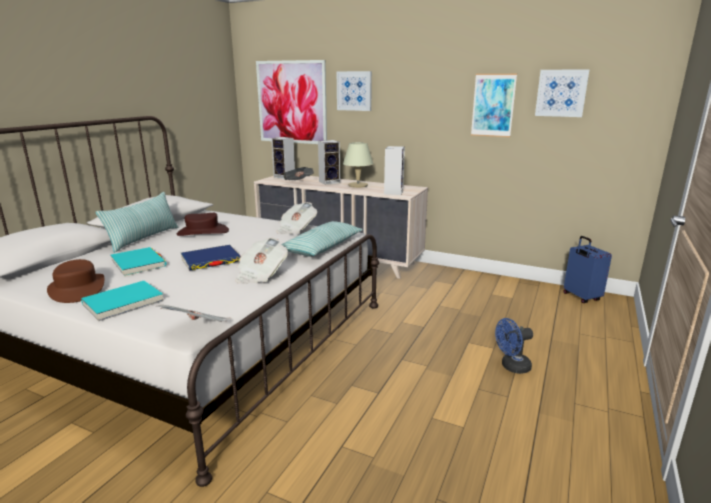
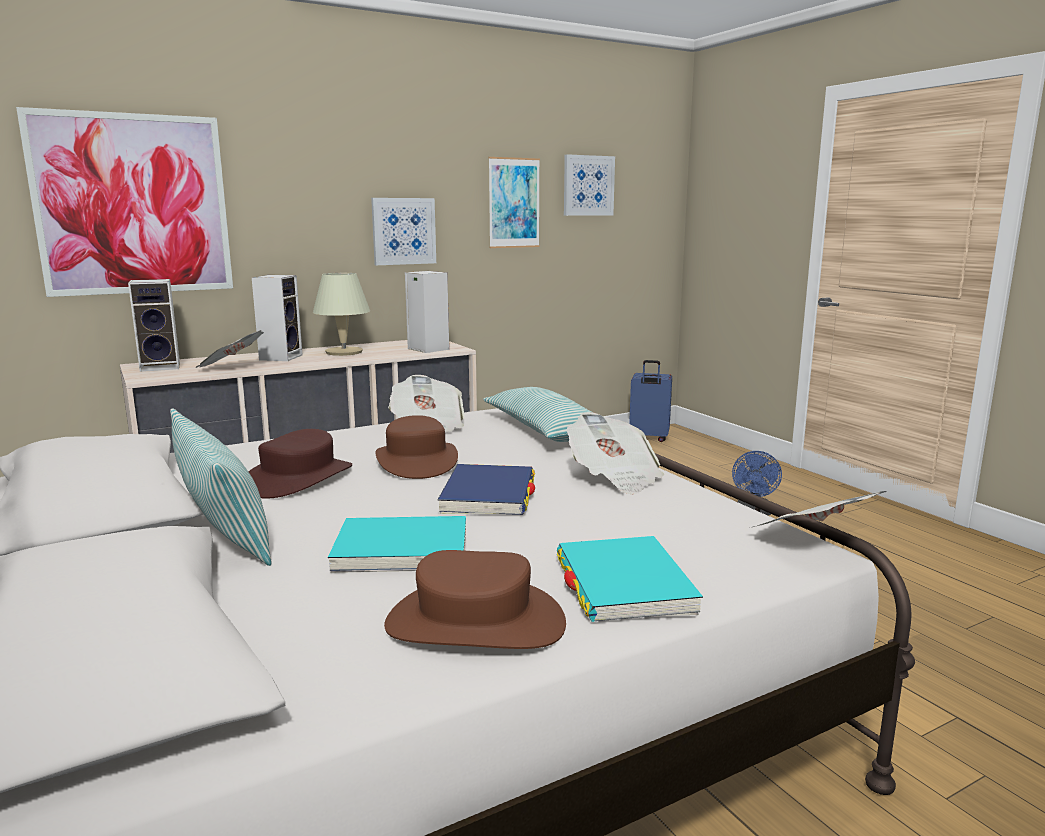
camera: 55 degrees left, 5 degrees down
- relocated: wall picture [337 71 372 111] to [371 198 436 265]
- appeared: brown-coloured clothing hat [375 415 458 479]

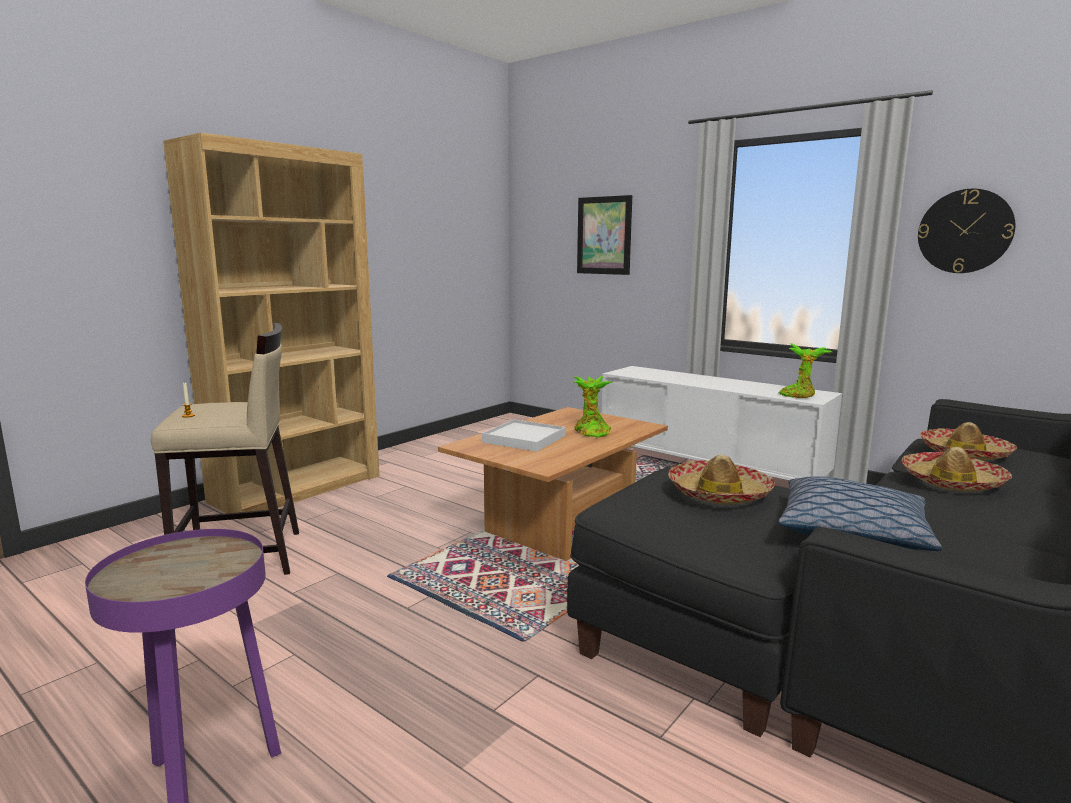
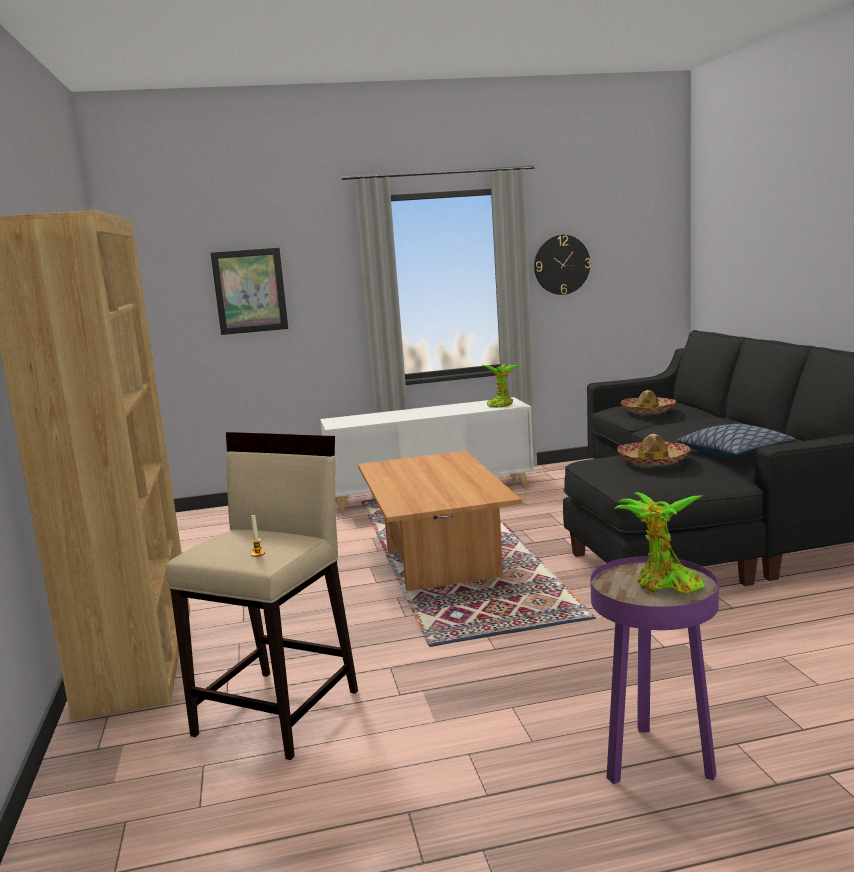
camera: 50 degrees left, 0 degrees up
- relocated: potted plant [573 376 613 438] to [615 492 704 594]
- missing: white carrying tray [482 420 566 452]
- missing: clothing hat [902 447 1012 492]

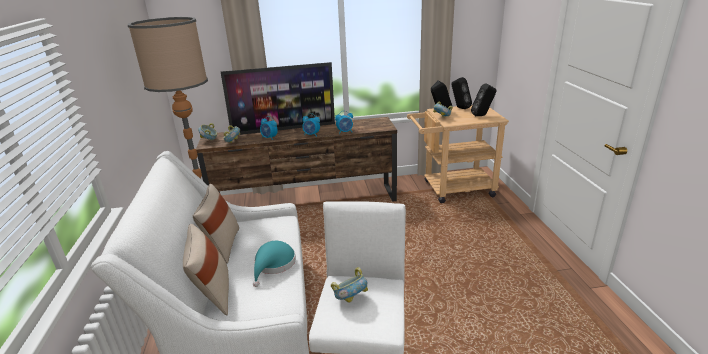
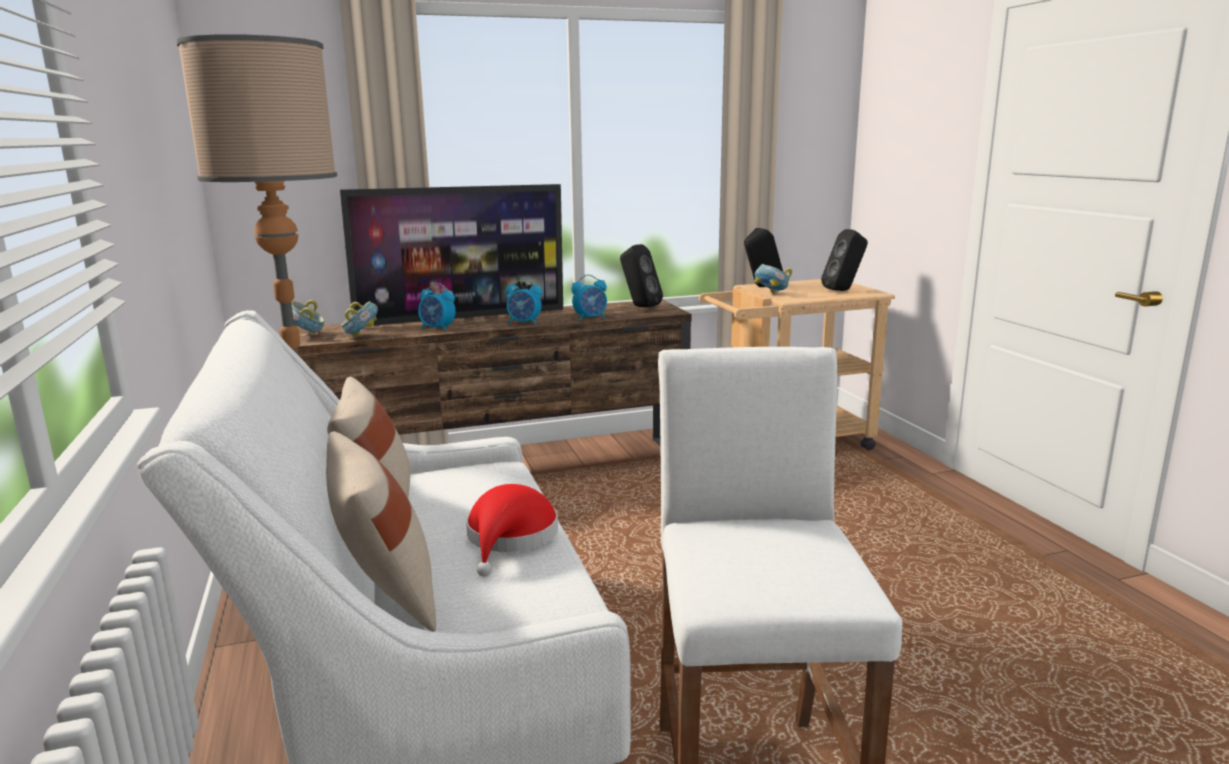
camera: 10 degrees left, 10 degrees down
- colour: turquoise-coloured clothing hat [253 241 296 287] to red clothing hat [466 484 558 577]
- relocated: black audio speaker [451 77 472 109] to [620 244 663 307]
- missing: bowl [331 267 368 303]

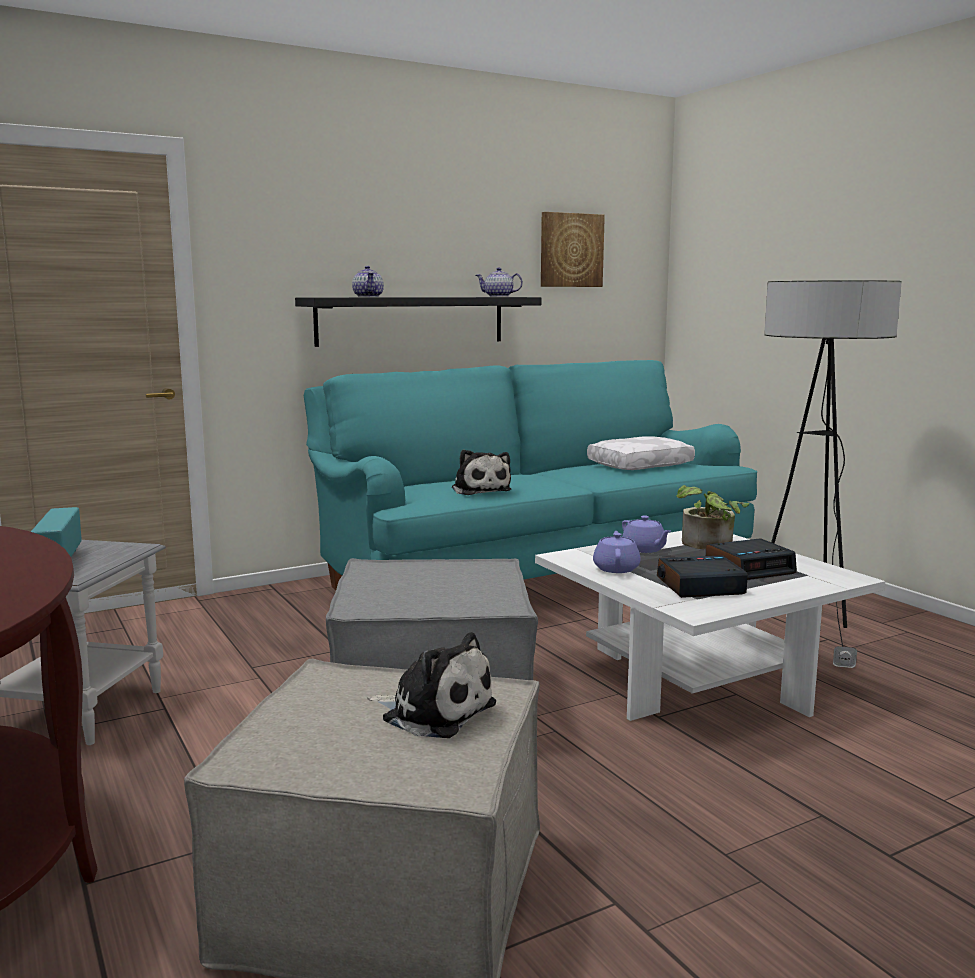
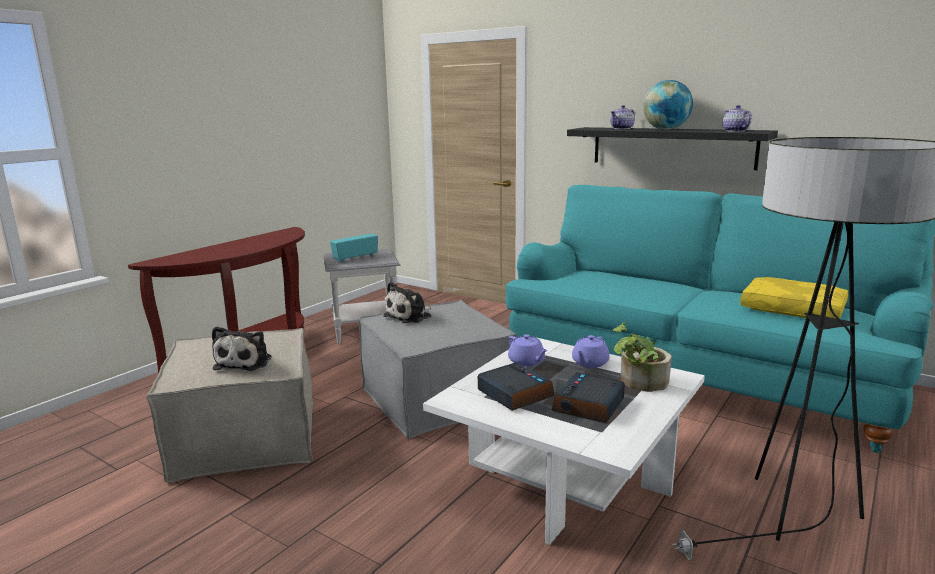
camera: 65 degrees right, 5 degrees up
- relocated: plush toy [452 449 511 495] to [383 282 431 323]
- spun: purplish pot for tea [593 531 641 573] = [508 334 548 367] 75 degrees clockwise
- spun: alarm clock [706 539 797 580] = [552 372 625 423] 75 degrees clockwise
- appeared: globe [643 80 693 130]
- colour: white throw pillow [587 436 695 470] to yellow throw pillow [740 277 848 319]
- missing: wall picture [541 212 605 287]

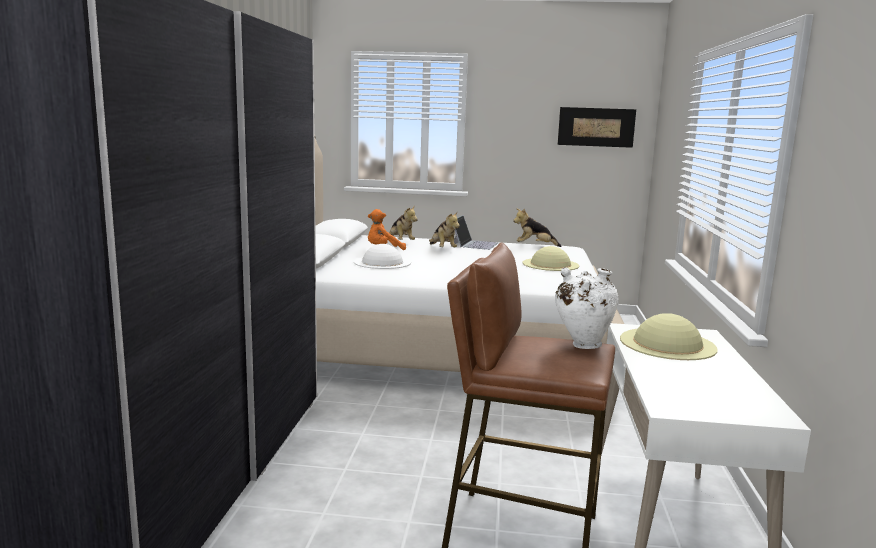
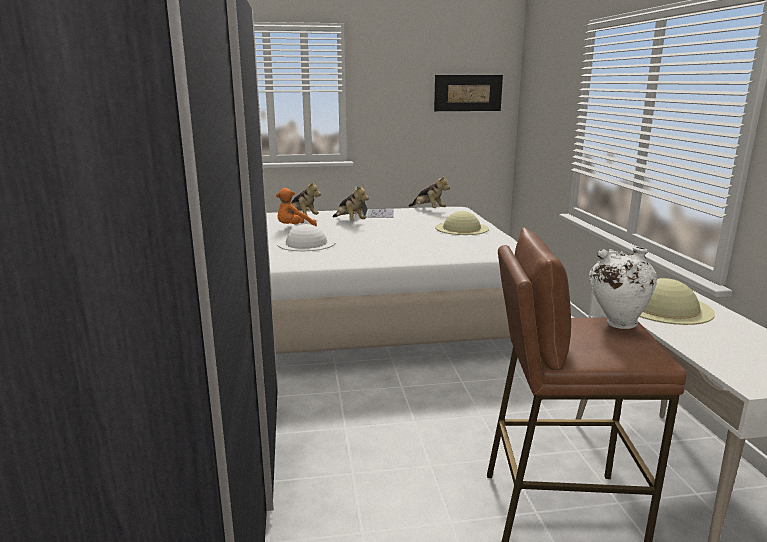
camera: 15 degrees left, 5 degrees up
- spun: plush toy [513 208 562 247] = [409 176 450 208] 120 degrees counterclockwise

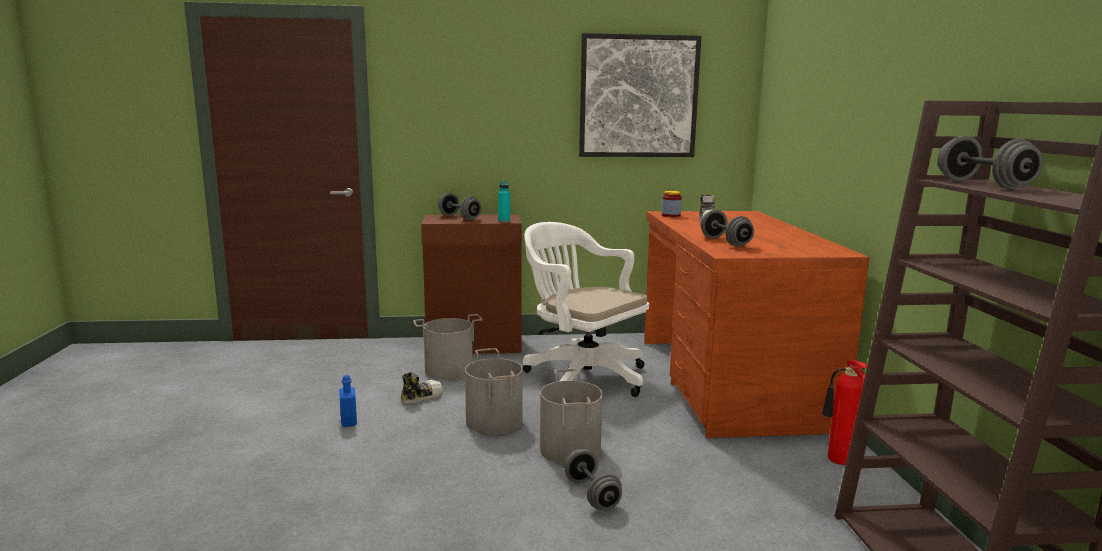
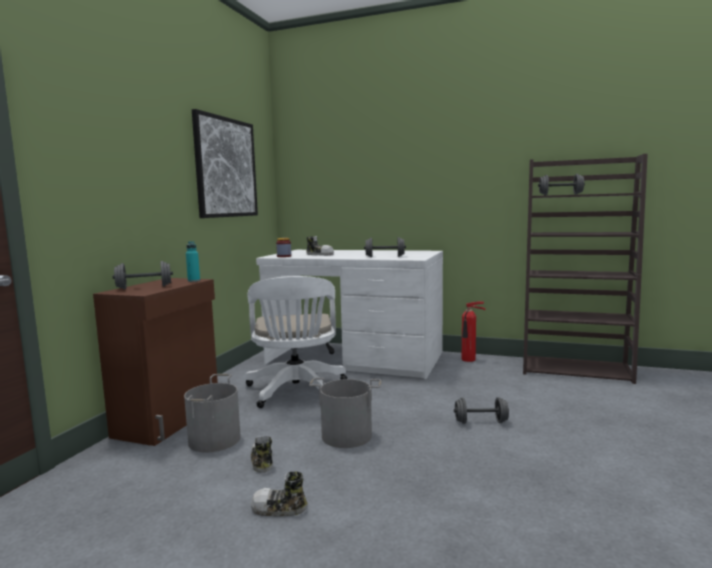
camera: 65 degrees left, 5 degrees down
- spun: white office chair [523 222 649 397] = [244 276 347 408] 75 degrees counterclockwise
- exchanged: blue drink bottle [339 375 357 427] to item of footwear [251 472 308 516]
- colour: brown-coloured desk table [644 211 870 438] to white desk table [256 250 443 379]
- missing: gray pail [540 369 603 464]

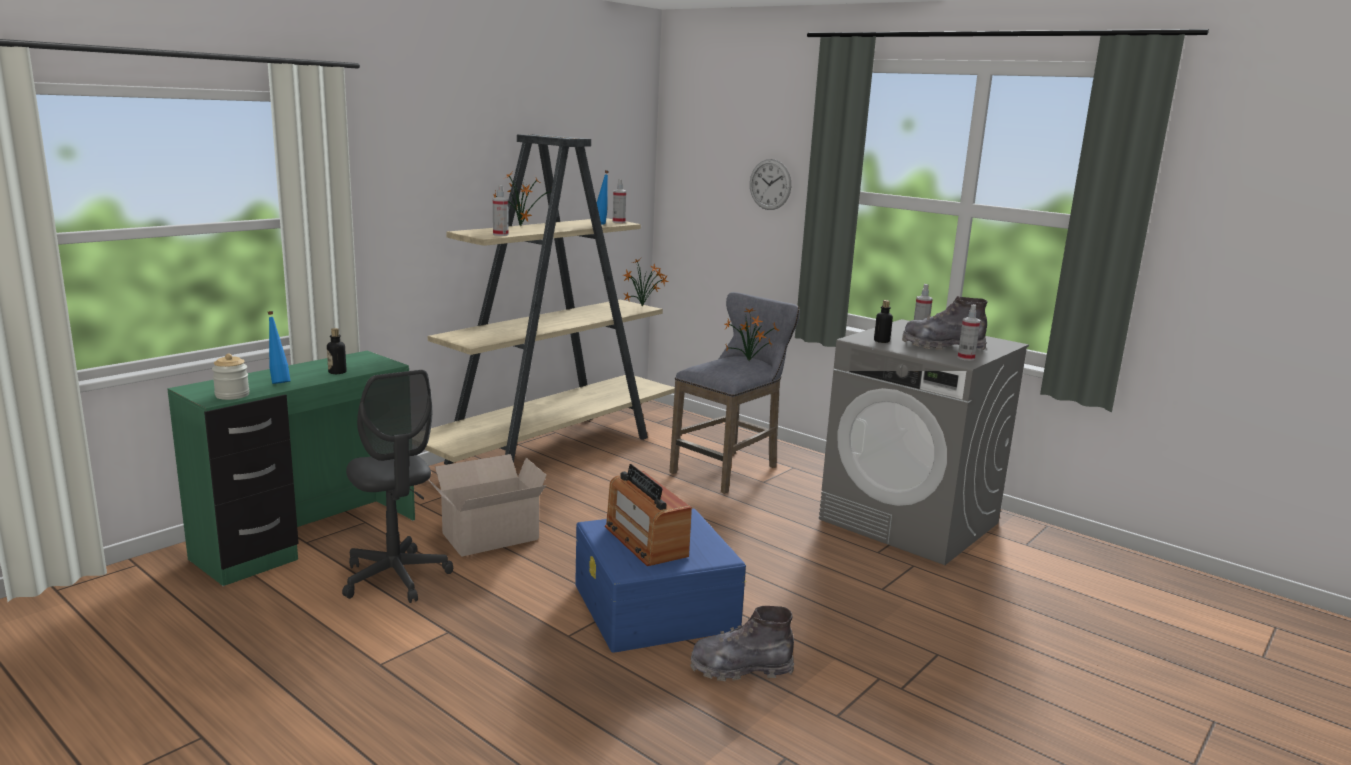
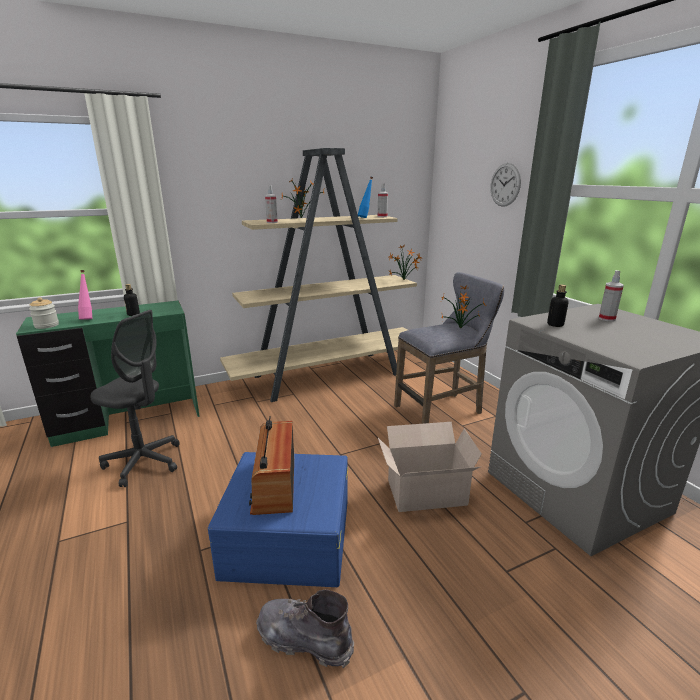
camera: 25 degrees right, 5 degrees up
- colour: blue drink bottle [268 311 290 384] to pink-coloured drink bottle [78 270 92 320]
- spun: gray office chair [342 370 453 603] = [90 310 180 487] 60 degrees counterclockwise
- relocated: carton [428 454 547 557] to [378 422 482 512]
- missing: gray boot [902 296 988 350]
- missing: sprayer [957 304 981 361]

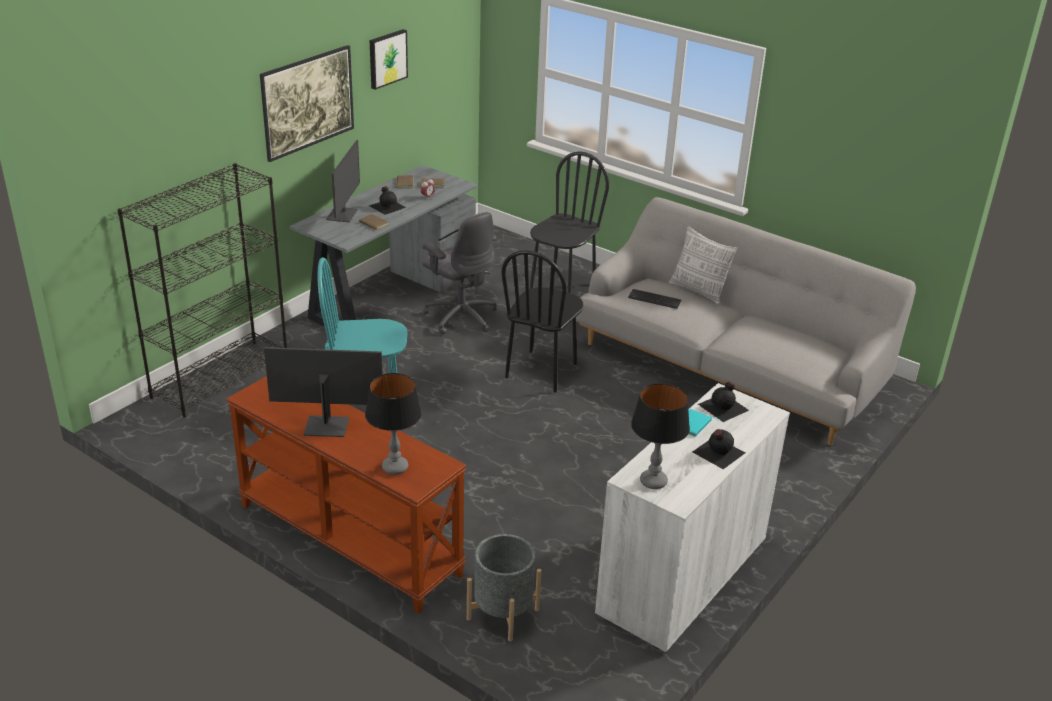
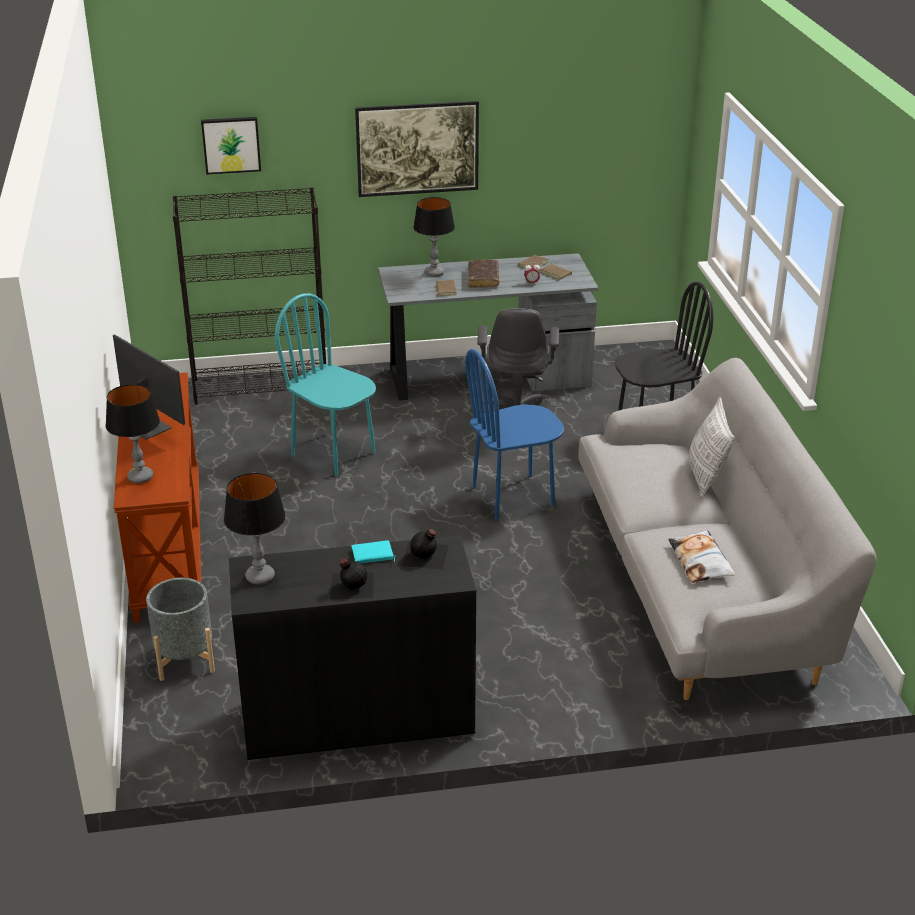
camera: 45 degrees right, 0 degrees up
- relocated: wall picture [370 29 408 90] to [201 117 261 175]
- colour: white cupboard [595 383 790 654] to black cupboard [229 535 476 762]
- exchanged: computer screen [326 140 360 222] to lamp for a table [413 197 455 277]
- colour: black plain chair [501 250 583 392] to blue plain chair [465 349 564 520]
- exchanged: black drink bottle [369 186 406 215] to brown-coloured volume [468 260 499 288]
- appeared: throw pillow [668 530 735 583]
- missing: computer keyboard [628 289 681 309]

